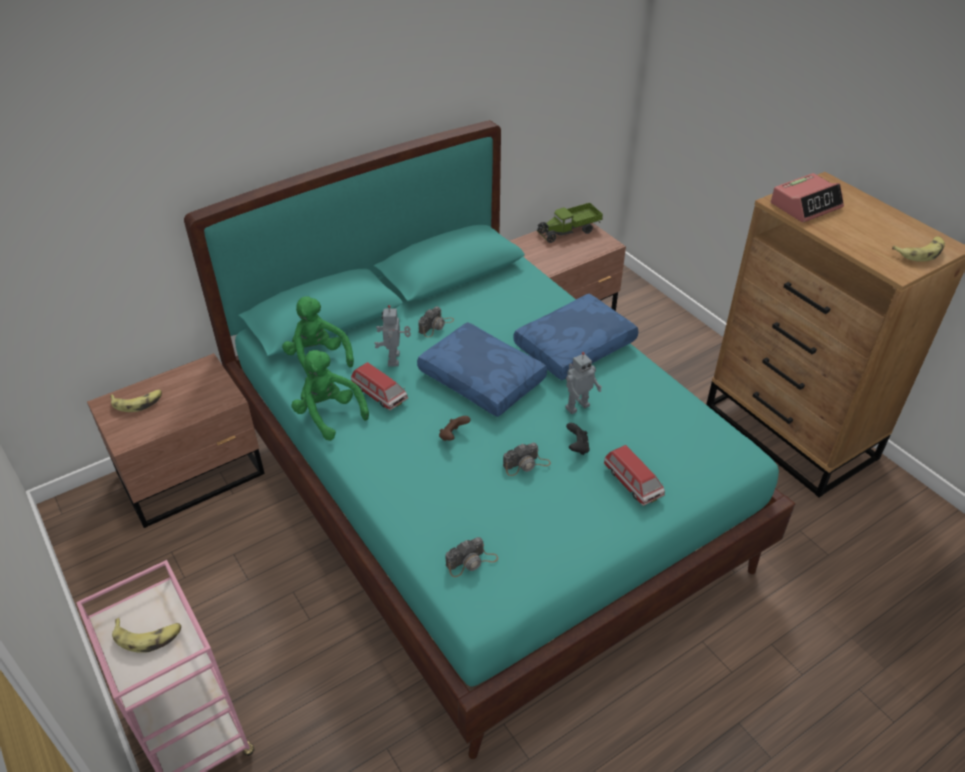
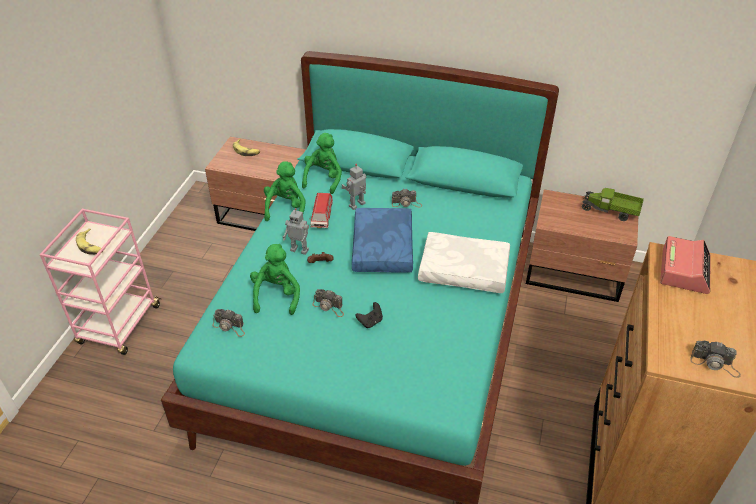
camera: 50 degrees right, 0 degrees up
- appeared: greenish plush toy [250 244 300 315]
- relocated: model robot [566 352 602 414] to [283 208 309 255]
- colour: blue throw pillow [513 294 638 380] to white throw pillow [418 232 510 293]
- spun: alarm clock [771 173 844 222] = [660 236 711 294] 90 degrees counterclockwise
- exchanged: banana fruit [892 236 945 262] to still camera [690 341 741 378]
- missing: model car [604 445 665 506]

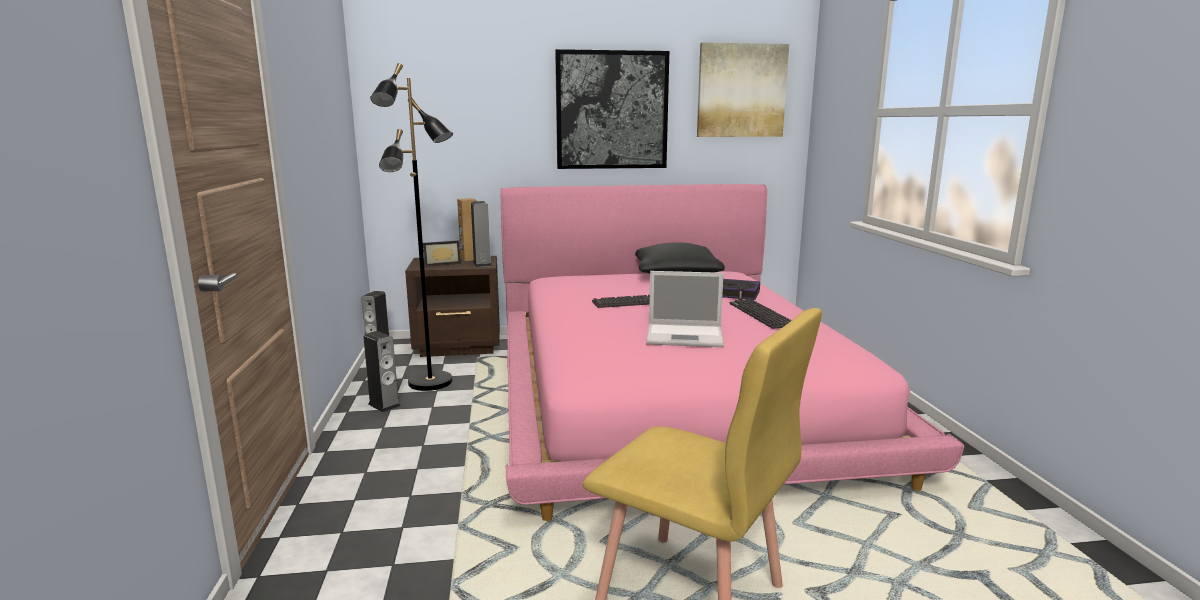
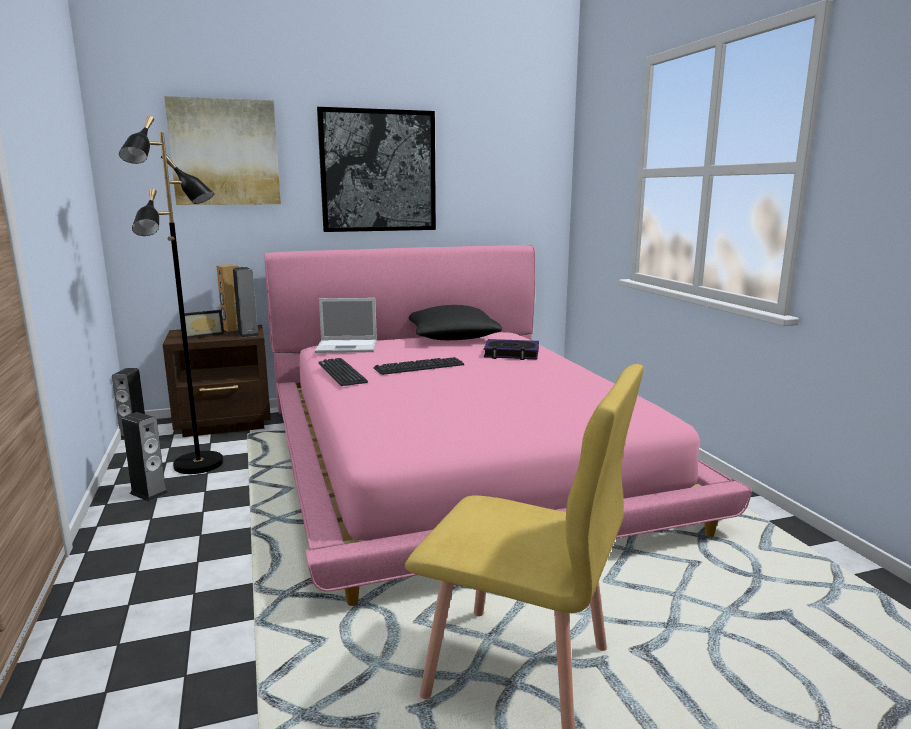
camera: 10 degrees left, 0 degrees up
- relocated: wall picture [697 42 789 137] to [164 96 281 205]
- relocated: portable computer [646 271 724 347] to [315 298 377 353]
- relocated: computer keyboard [729 299 792 329] to [318 358 368 386]

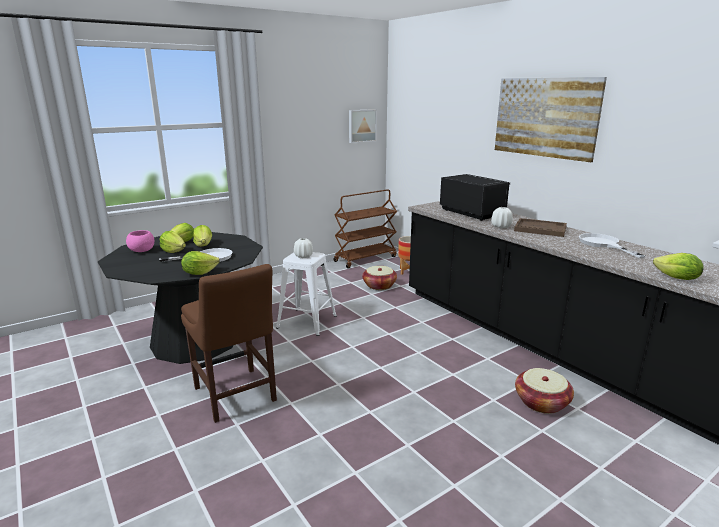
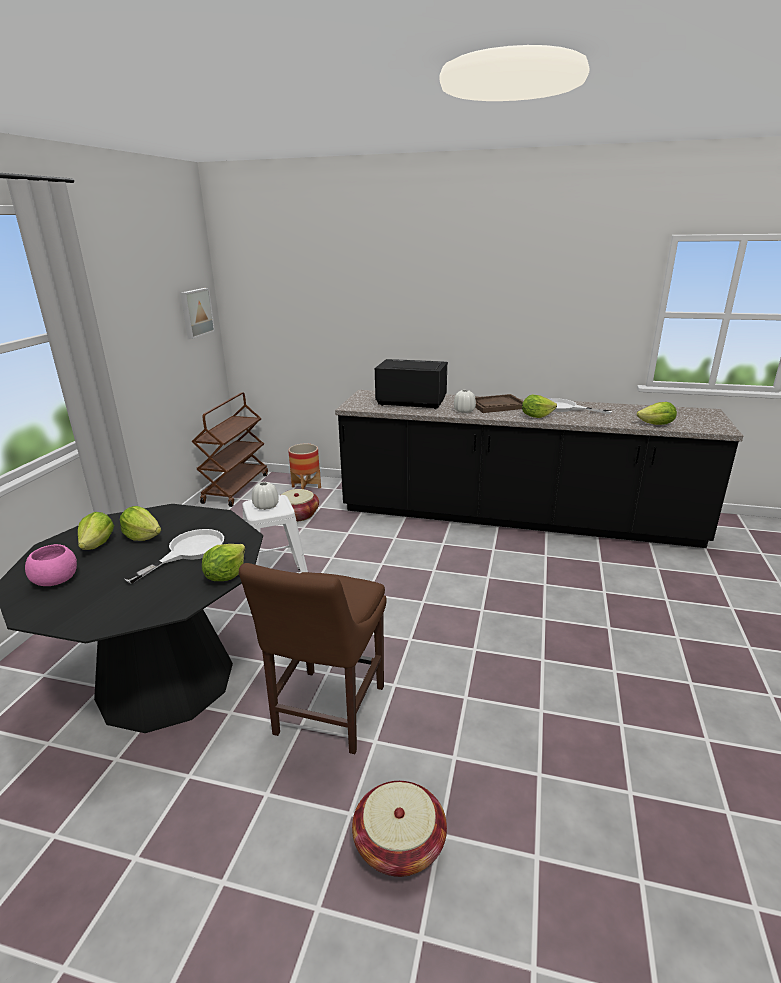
camera: 40 degrees left, 5 degrees up
- spun: brown-coloured plain chair [181 264 277 423] = [239 563 387 754] 90 degrees clockwise
- relocated: storage basket [515 368 574 414] to [352 781 447 877]
- relocated: head of lettuce [160 231 186 253] to [522 395 557 418]
- missing: wall picture [495 77 607 162]

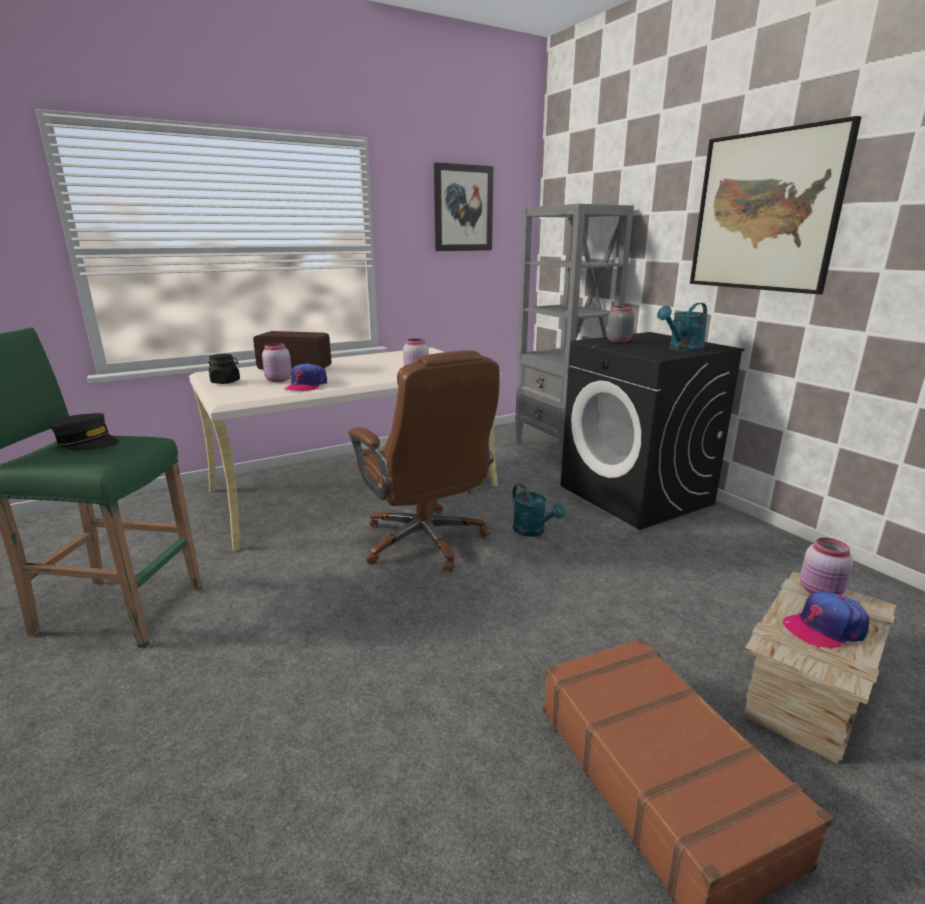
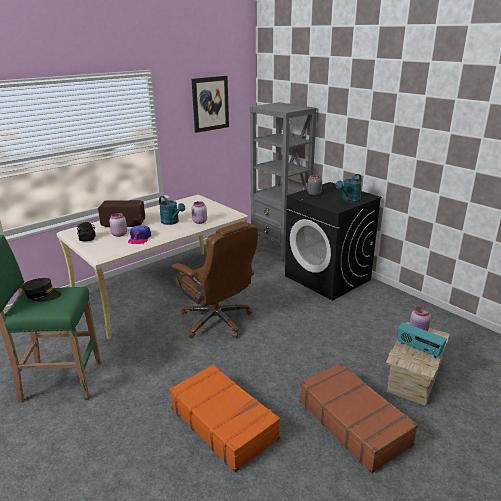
camera: 10 degrees left, 5 degrees up
- relocated: turquoise-coloured sprinkling can [512 484 565 537] to [159 196 185 225]
- appeared: orangey piece of luggage [169 364 280 472]
- exchanged: baseball cap [783 591 869 649] to radio receiver [398 322 447 358]
- missing: wall picture [690 116 861 294]

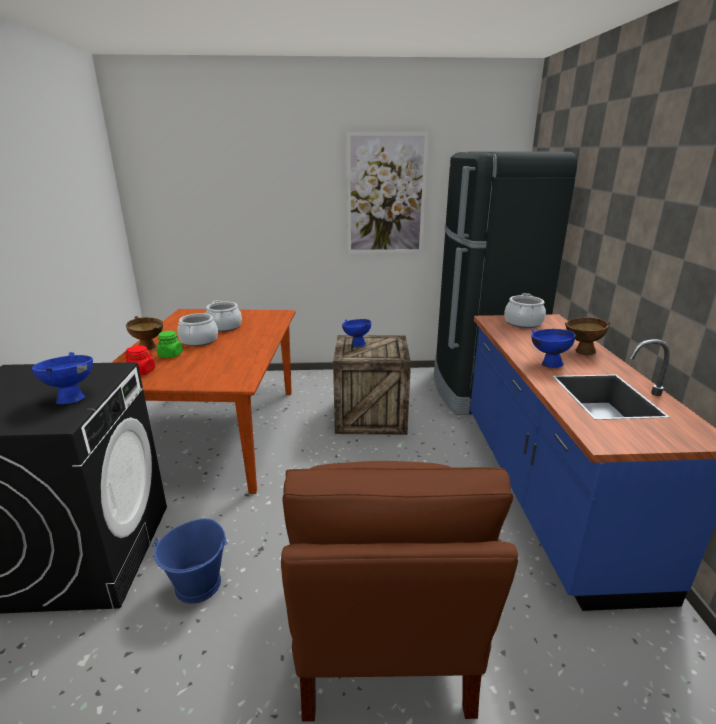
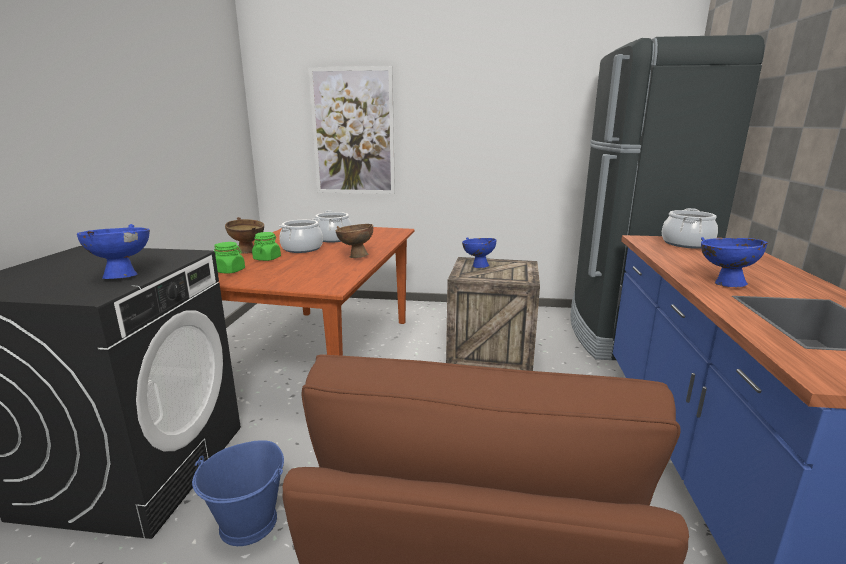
camera: 10 degrees right, 5 degrees down
- colour: red preserve jar [125 346 155 375] to greenish preserve jar [214 242 245 274]
- relocated: wall picture [347 132 429 253] to [308 66 395 194]
- relocated: brown-coloured bowl [565 317 611 355] to [336 224 373 258]

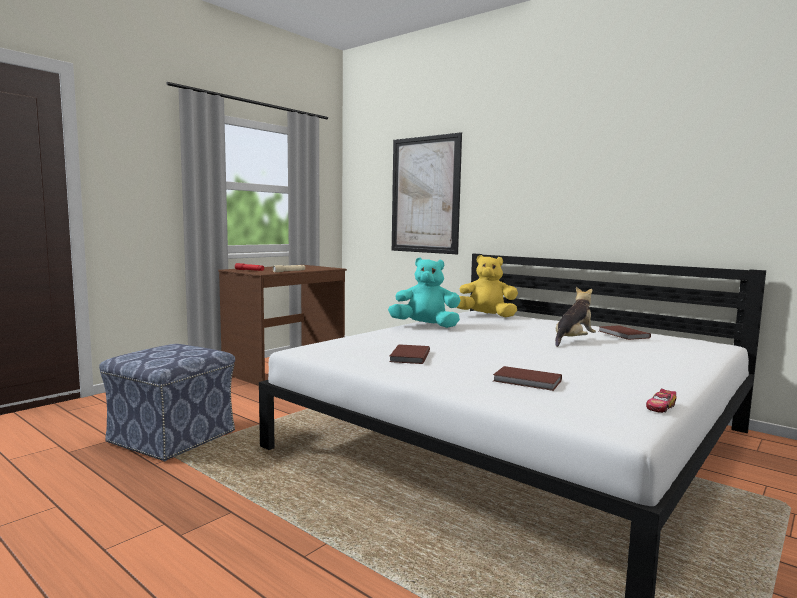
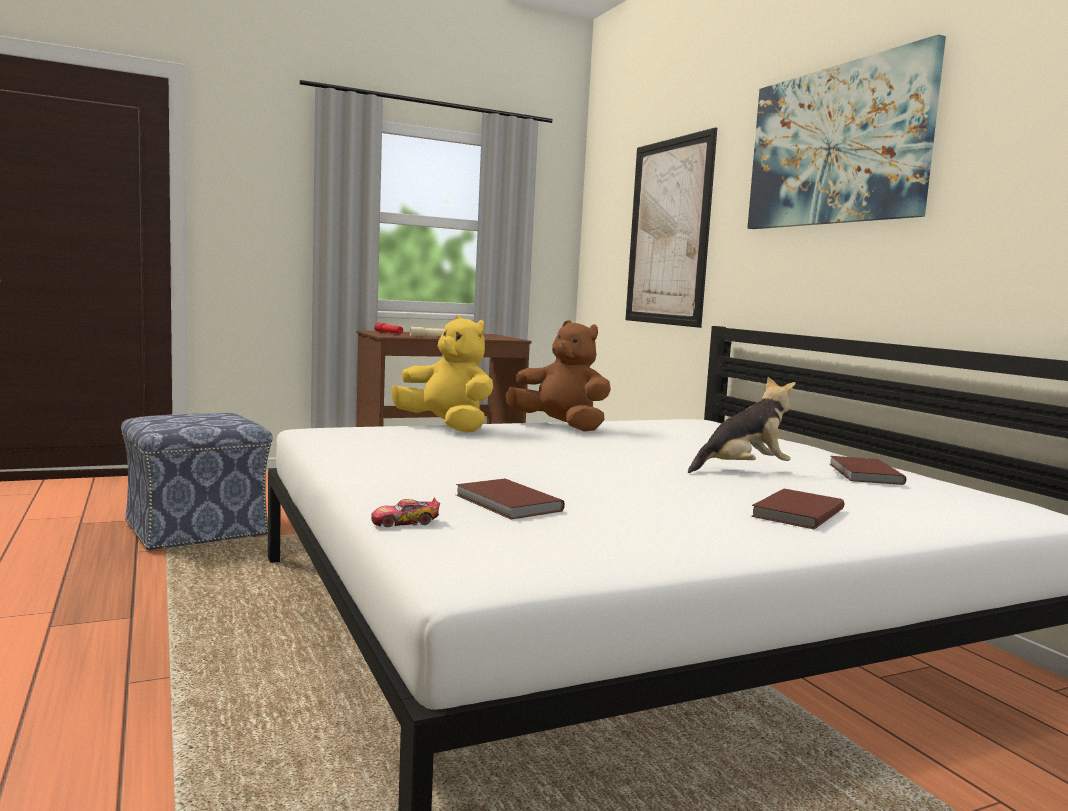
camera: 25 degrees right, 0 degrees up
- relocated: model car [646 389 676 413] to [371 497 440 527]
- relocated: yellow plush toy [456 255 518 317] to [391 316 493 433]
- colour: turquoise-coloured plush toy [388 258 461 328] to brown-coloured plush toy [505 320 611 432]
- appeared: wall picture [747 34 946 229]
- relocated: brown-coloured volume [389 344 430 364] to [751 489 844 529]

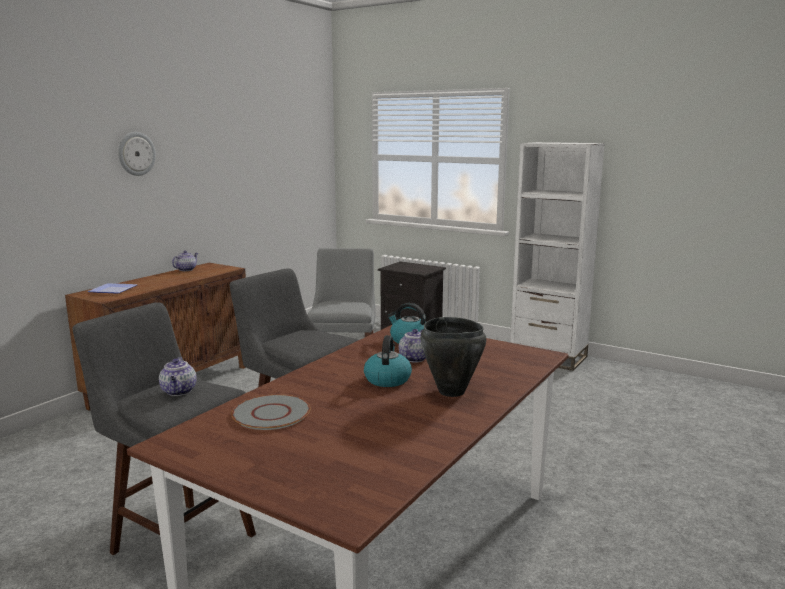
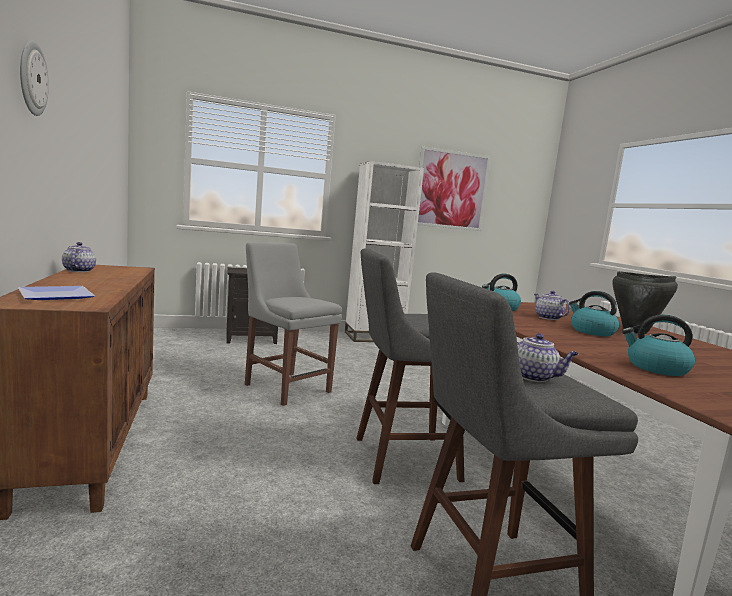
camera: 50 degrees left, 5 degrees down
- appeared: wall picture [418 146 491 231]
- exchanged: gray dinner plate [231 394 311 430] to kettle [622 314 695 376]

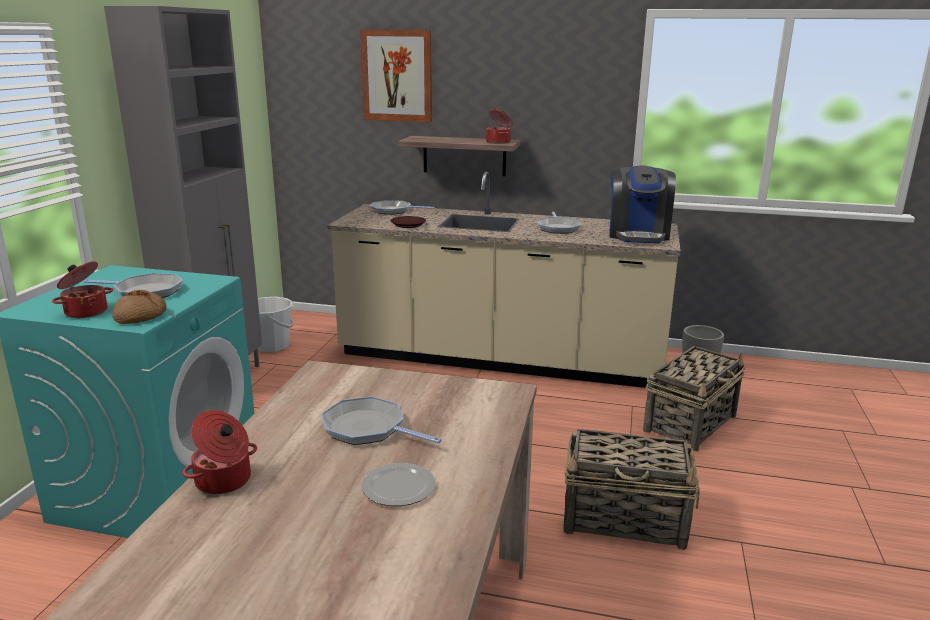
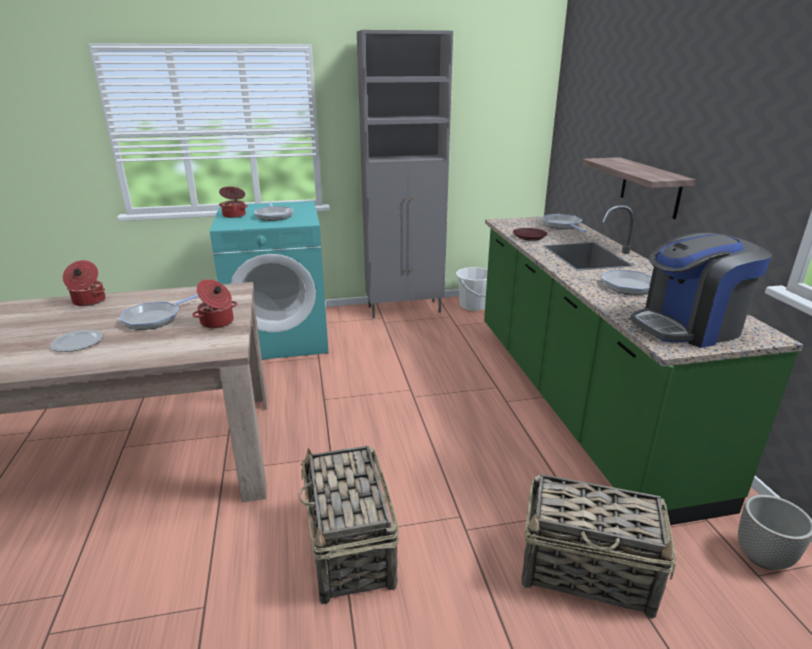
camera: 65 degrees right, 5 degrees up
- spun: pan [321 397 441 445] = [118 294 198 330] 150 degrees counterclockwise
- relocated: saucepot [486 109 513 144] to [192 279 237 328]
- colour: sand-coloured counter [327 172 681 388] to greenish counter [484 205 804 525]
- missing: bakery bread [112 290 167 324]
- missing: wall picture [361 30 432 122]

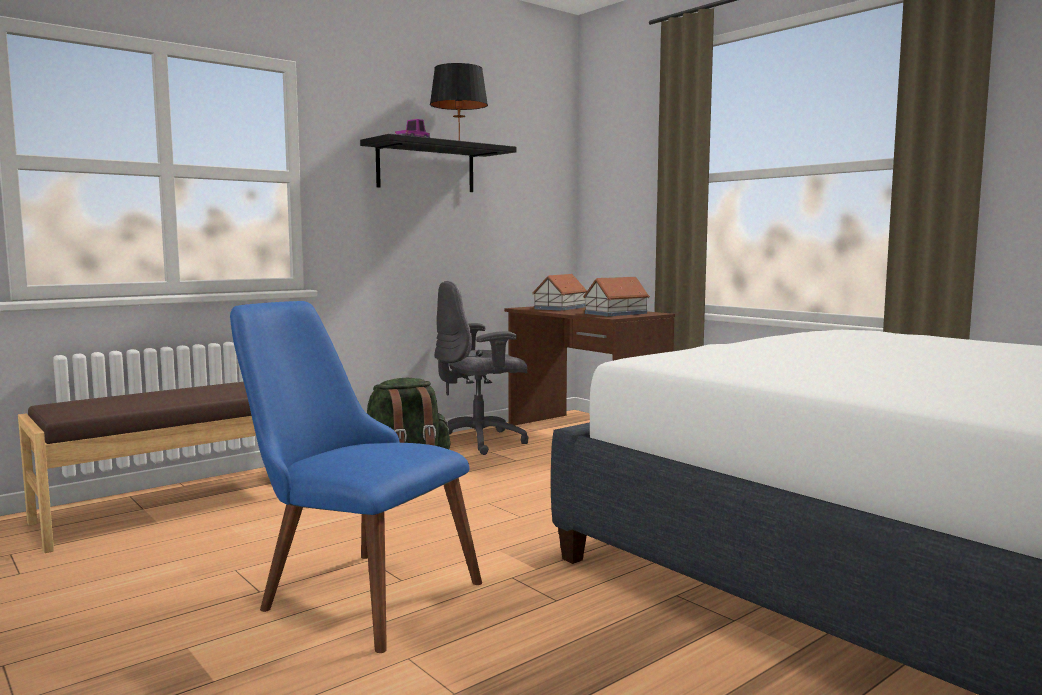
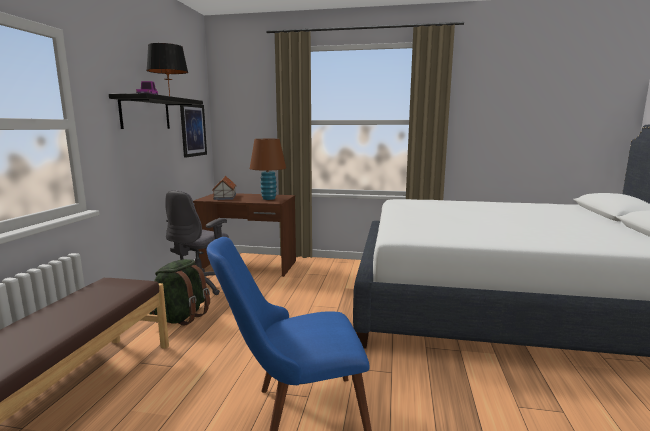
camera: 40 degrees left, 5 degrees up
- appeared: wall picture [180 105 207 158]
- exchanged: toy house [583 277 650 316] to brown-coloured lamp for a table [250 139 286 200]

